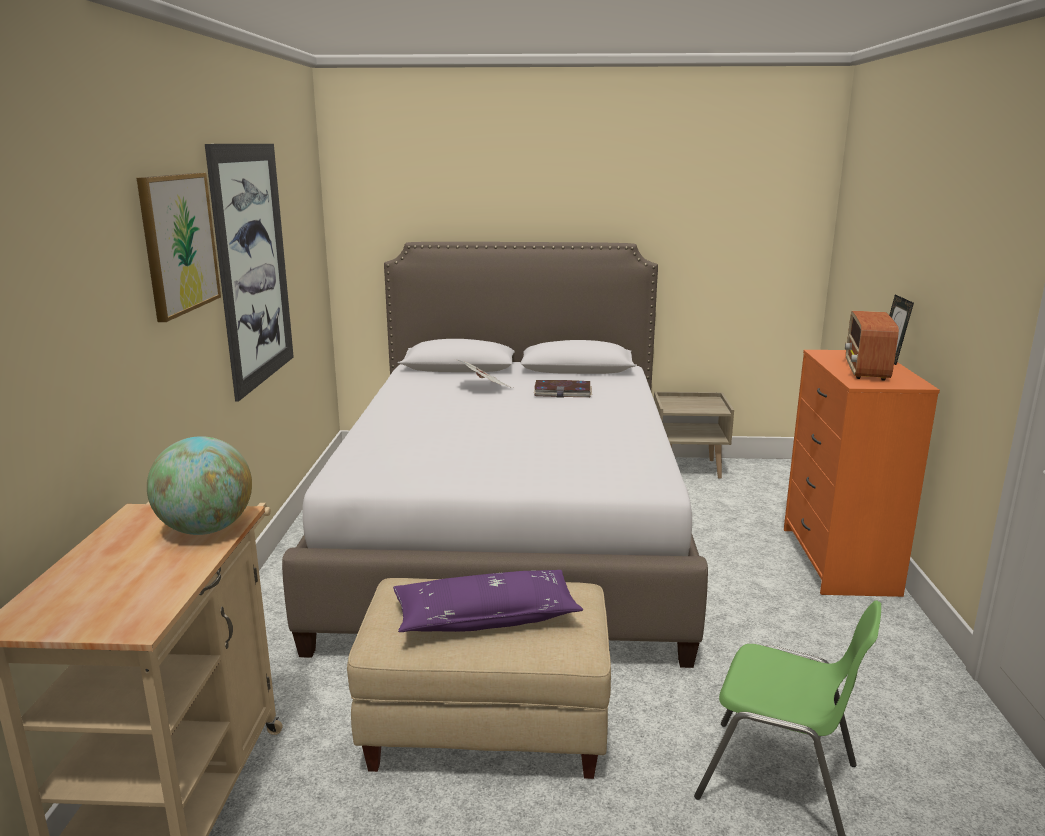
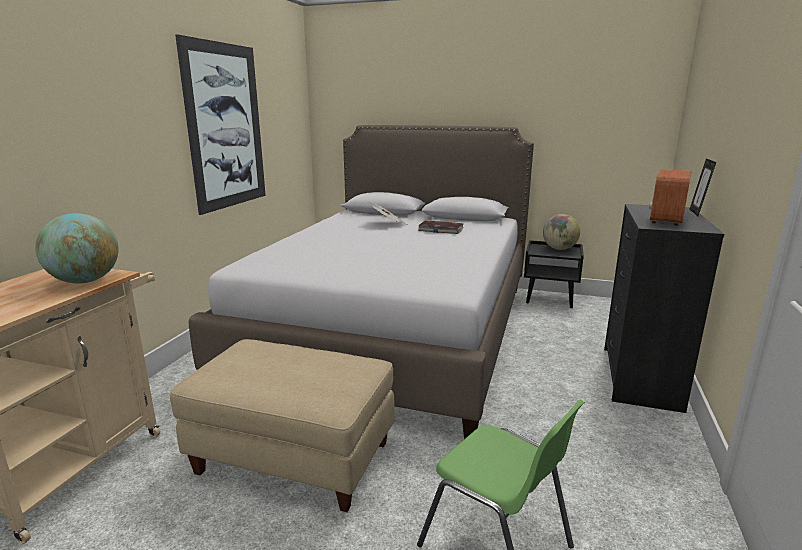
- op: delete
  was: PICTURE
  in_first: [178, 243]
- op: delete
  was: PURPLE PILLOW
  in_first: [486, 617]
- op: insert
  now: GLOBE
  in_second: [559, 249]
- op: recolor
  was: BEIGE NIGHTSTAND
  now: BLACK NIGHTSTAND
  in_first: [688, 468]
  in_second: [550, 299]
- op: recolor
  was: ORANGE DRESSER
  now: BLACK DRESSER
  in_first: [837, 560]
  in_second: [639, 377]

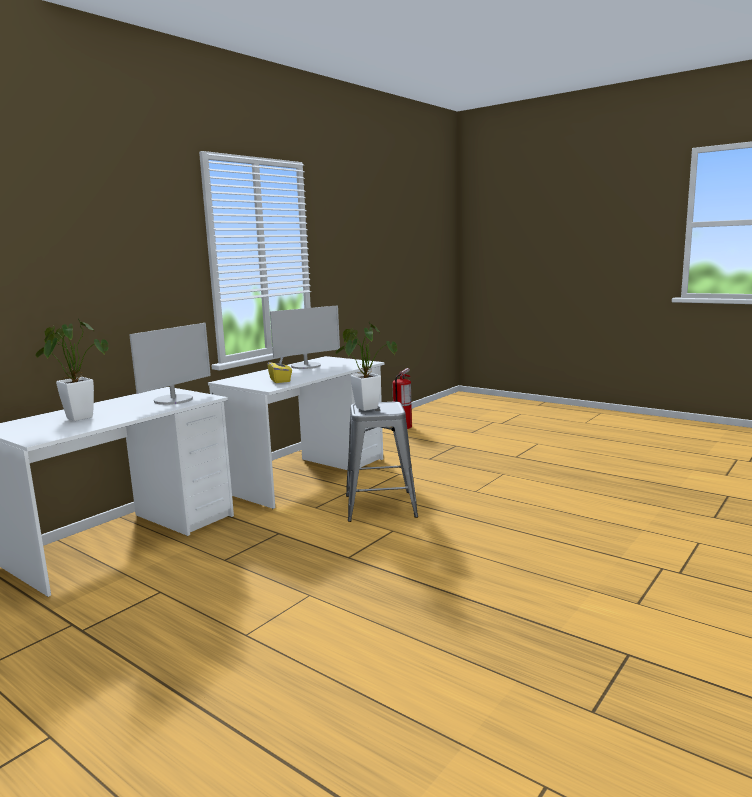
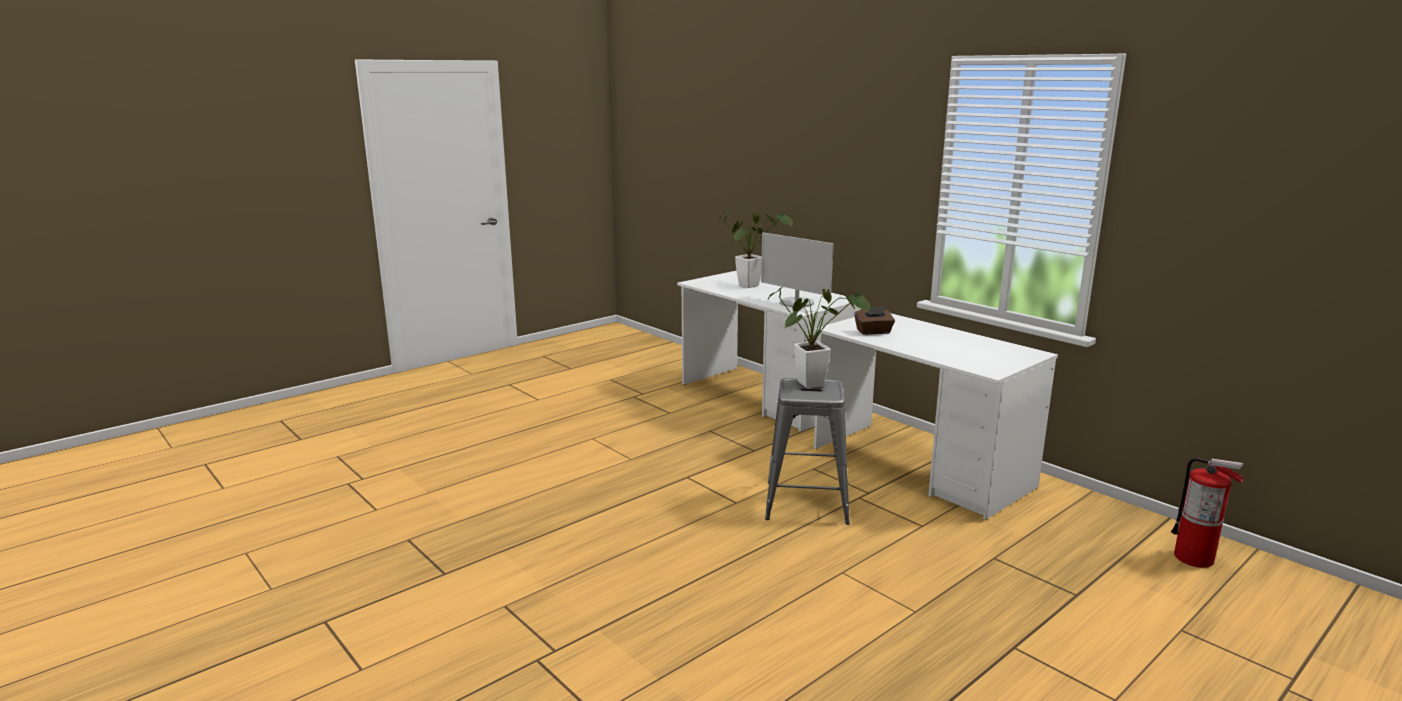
- op: delete
  was: MONITOR
  in_first: [306, 366]
- op: recolor
  was: YELLOW TISSUE BOX
  now: BROWN TISSUE BOX
  in_first: [280, 380]
  in_second: [873, 332]

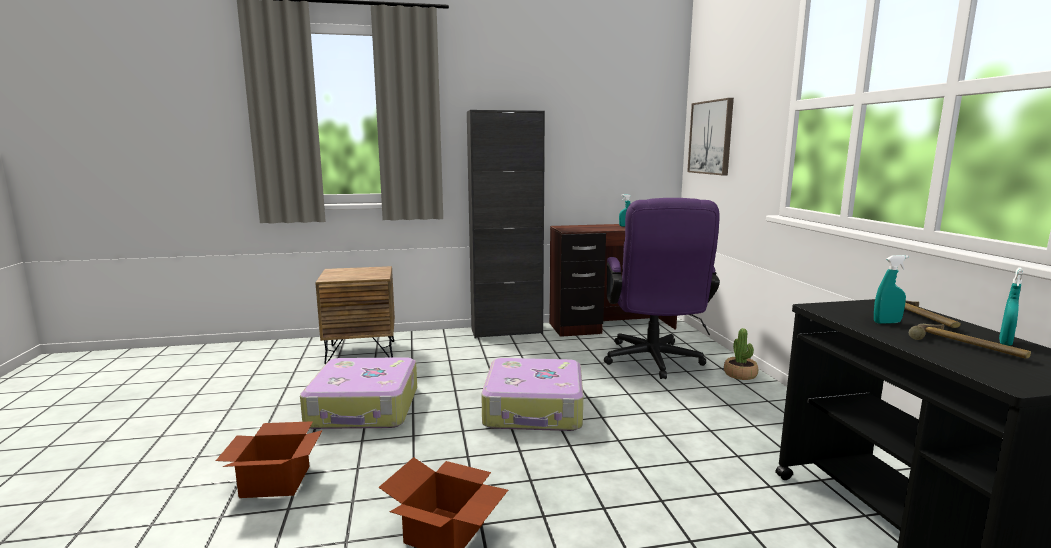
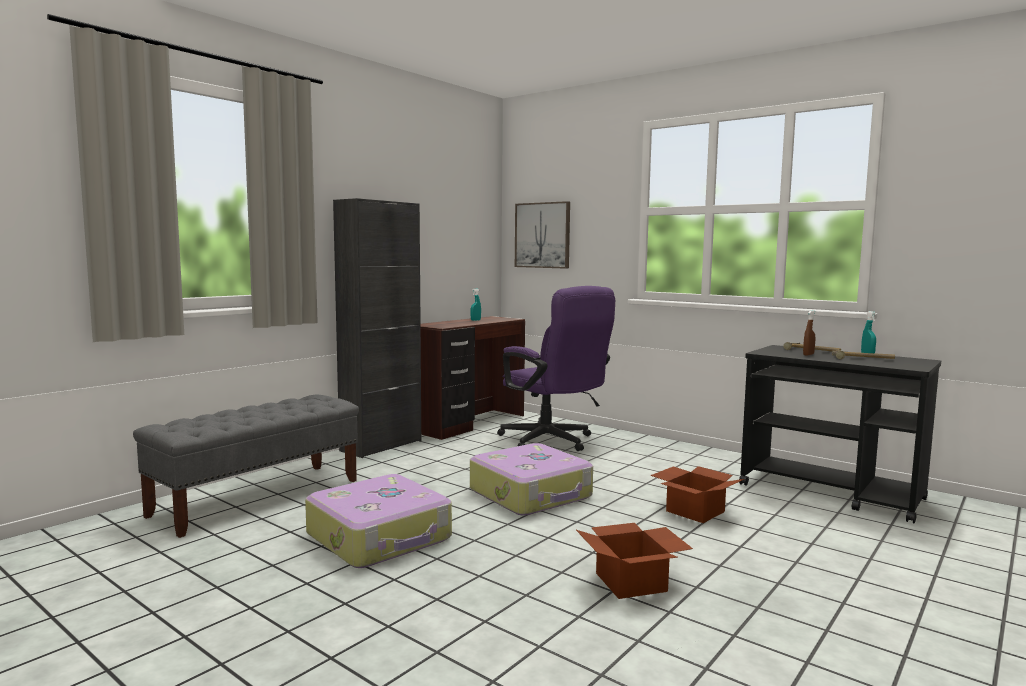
- op: delete
  was: POTTED PLANT
  in_first: [740, 374]
- op: move
  was: CARDBOARD BOX
  in_first: [277, 480]
  in_second: [694, 511]
- op: replace
  was: BROWN NIGHTSTAND
  now: GREY BENCH
  in_first: [361, 352]
  in_second: [258, 497]
- op: recolor
  was: TURQUOISE SPRAY BOTTLE
  now: BROWN SPRAY BOTTLE
  in_first: [887, 322]
  in_second: [808, 354]

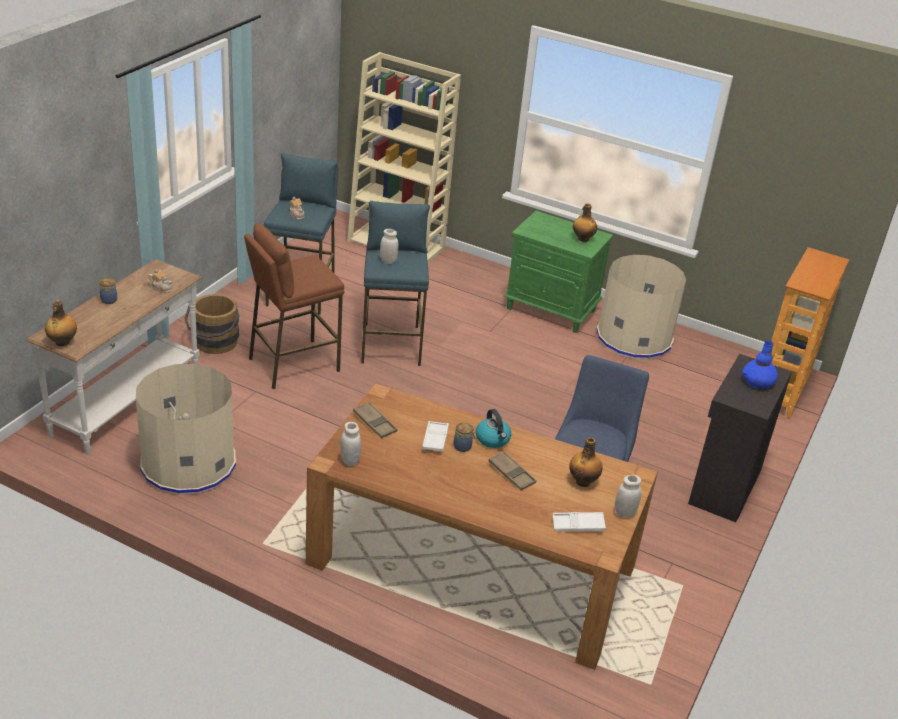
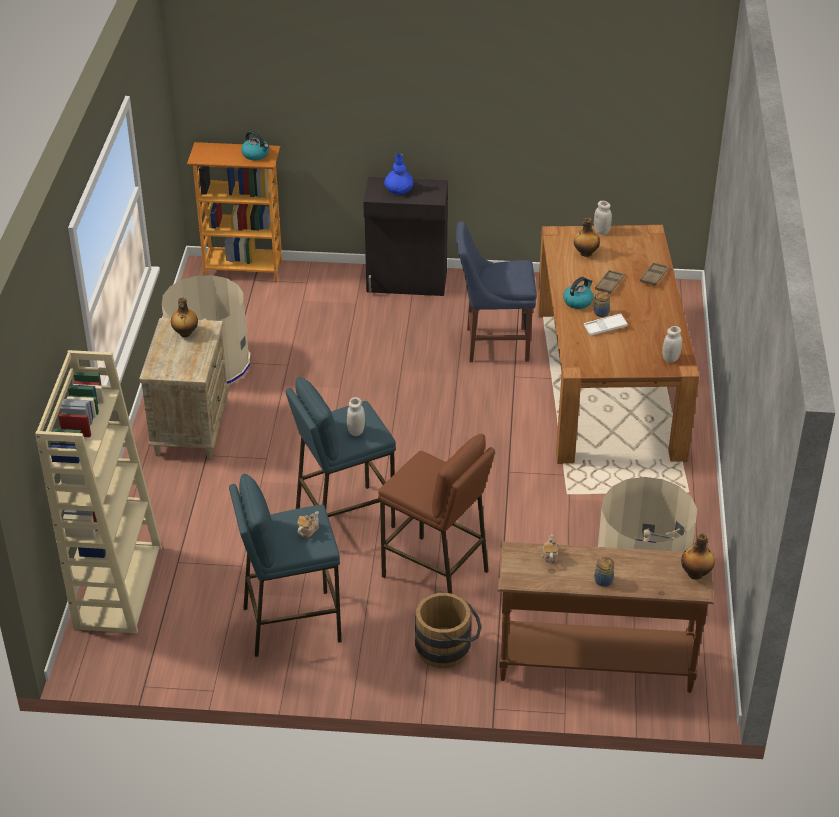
- op: delete
  was: WHITE TRAY
  in_first: [578, 525]
- op: insert
  now: KETTLE
  in_second: [256, 155]
- op: move
  was: BROWN TRAY
  in_first: [374, 423]
  in_second: [654, 276]
- op: recolor
  was: WHITE CONSOLE TABLE
  now: BROWN CONSOLE TABLE
  in_first: [128, 402]
  in_second: [595, 663]
- op: recolor
  was: GREEN NIGHTSTAND
  now: BEIGE NIGHTSTAND
  in_first: [552, 310]
  in_second: [191, 427]

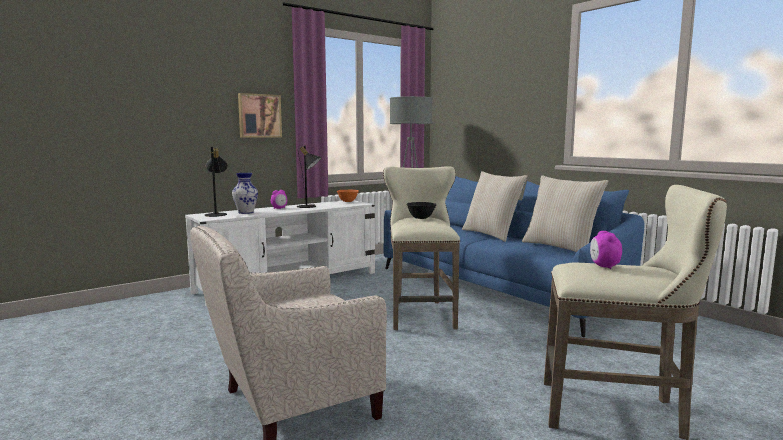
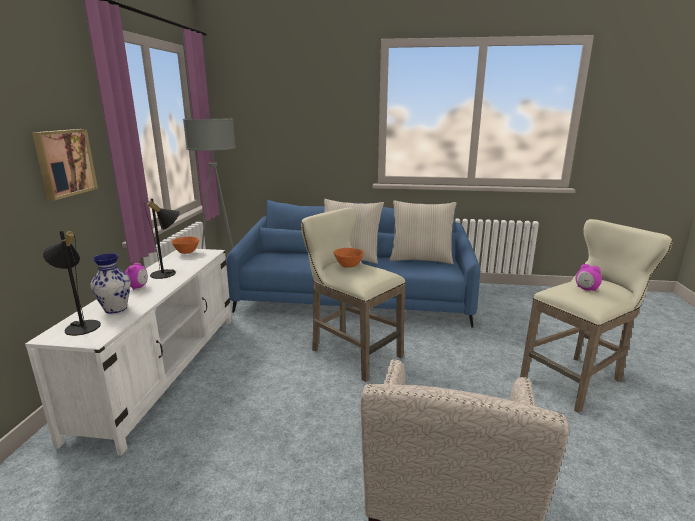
- op: recolor
  was: BLACK BOWL
  now: ORANGE BOWL
  in_first: [421, 218]
  in_second: [348, 266]

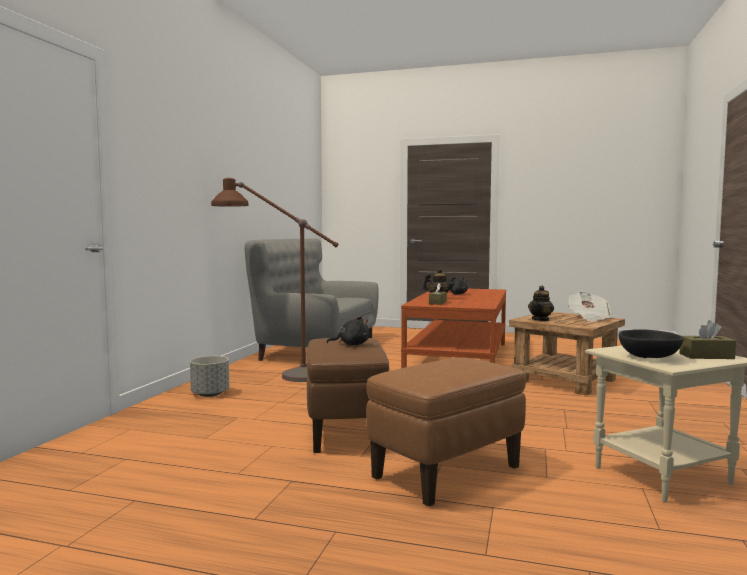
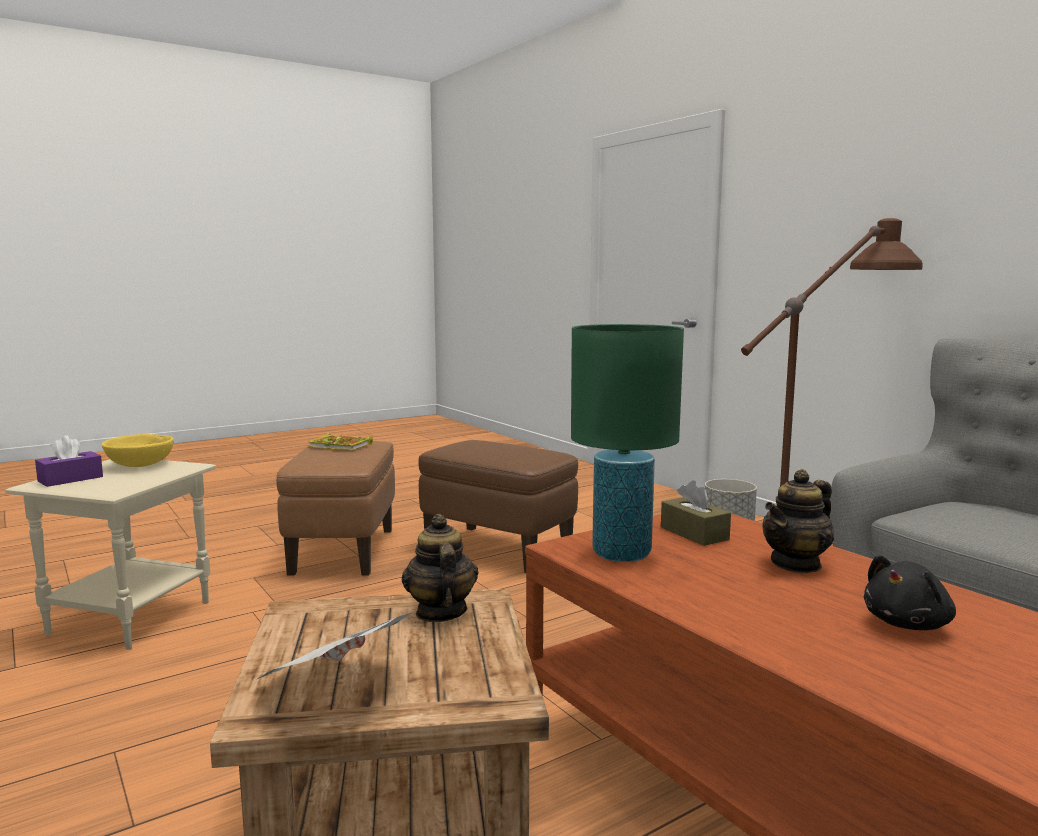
- op: delete
  was: BLACK PLUSH TOY
  in_first: [351, 344]
- op: insert
  now: BOOK
  in_second: [342, 446]
- op: insert
  now: GREEN TABLE LAMP
  in_second: [621, 554]
- op: recolor
  was: BLACK BOWL
  now: YELLOW BOWL
  in_first: [648, 357]
  in_second: [141, 465]
- op: recolor
  was: BROWN TISSUE BOX
  now: PURPLE TISSUE BOX
  in_first: [706, 356]
  in_second: [70, 479]

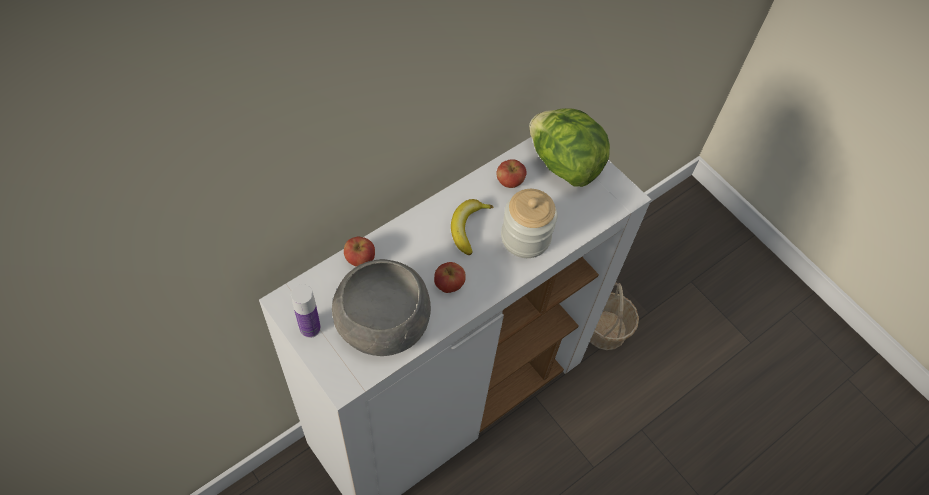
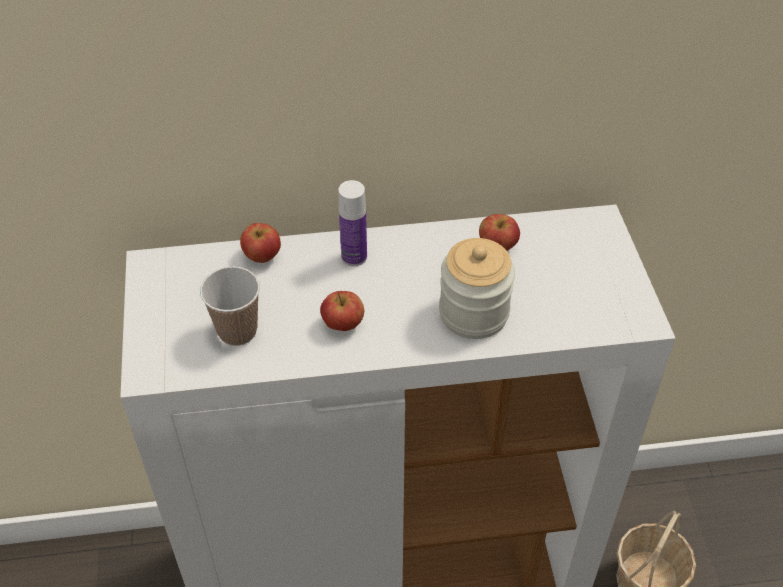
- op: delete
  was: BANANA
  in_first: [468, 227]
- op: delete
  was: LETTUCE
  in_first: [563, 163]
- op: move
  was: BOTTLE
  in_first: [310, 328]
  in_second: [354, 256]
- op: replace
  was: GREY BOWL
  now: CUP
  in_first: [383, 323]
  in_second: [237, 331]

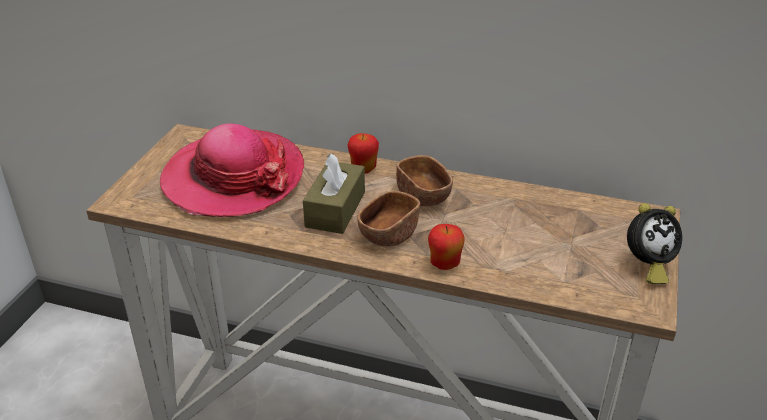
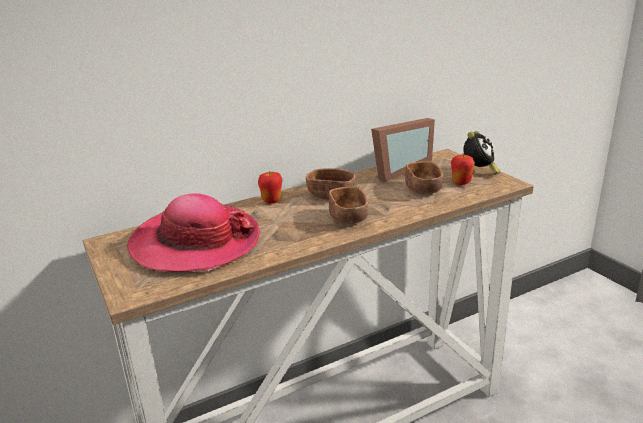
- op: delete
  was: BROWN TISSUE BOX
  in_first: [335, 209]
- op: insert
  now: PICTURE FRAME
  in_second: [397, 169]
- op: insert
  now: BROWN BOWL
  in_second: [423, 189]
- op: move
  was: APPLE
  in_first: [444, 264]
  in_second: [461, 182]

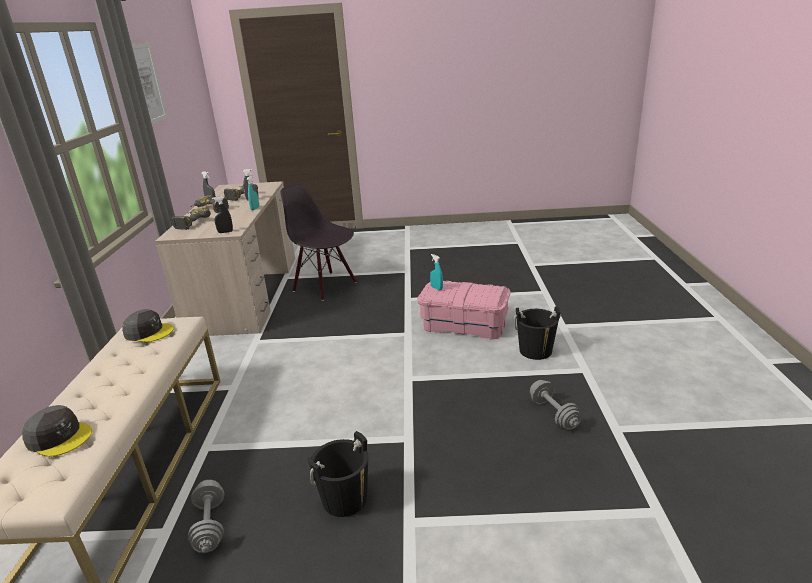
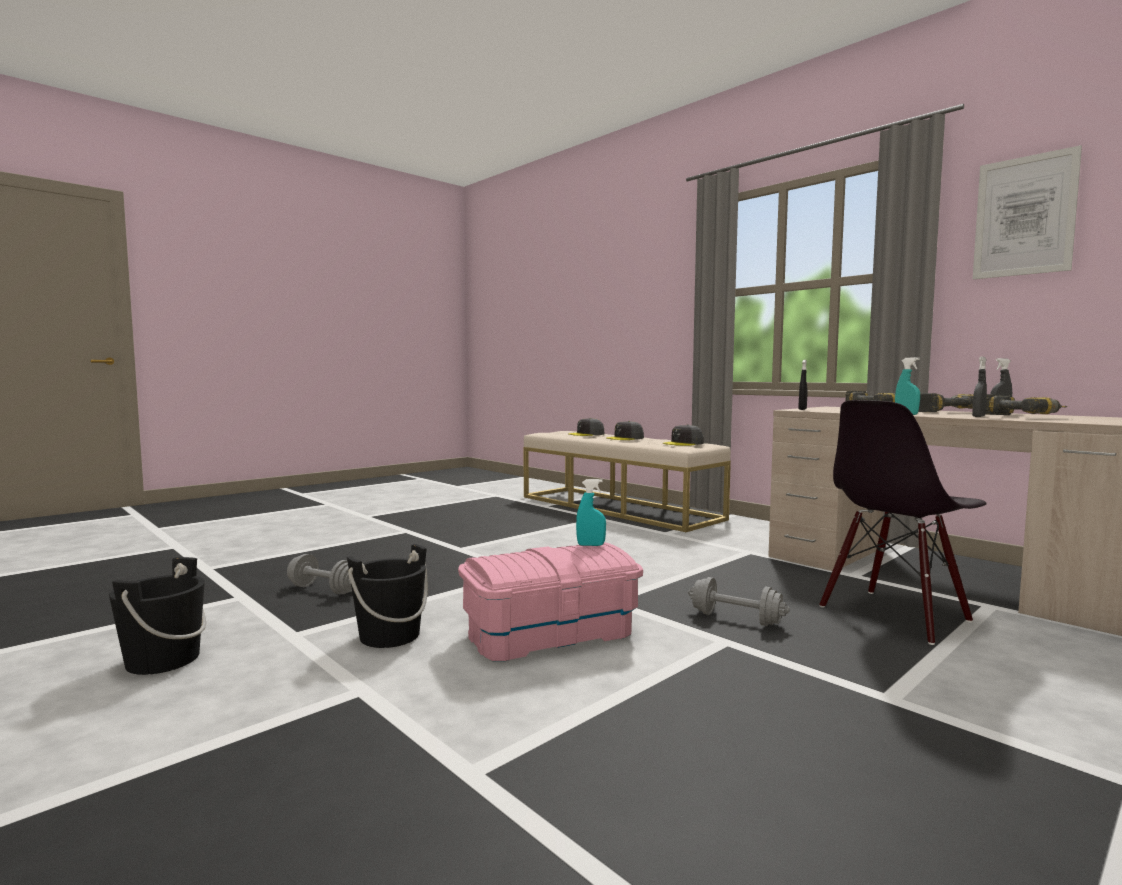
- op: insert
  now: GREY CAP
  in_second: [625, 438]
- op: move
  was: GREY DUMBBELL
  in_first: [210, 526]
  in_second: [736, 618]
- op: move
  was: BLACK BUCKET
  in_first: [345, 499]
  in_second: [163, 660]
- op: rotate
  was: BLACK CHAIR
  in_first: [325, 286]
  in_second: [895, 615]
  clockwise: 150

